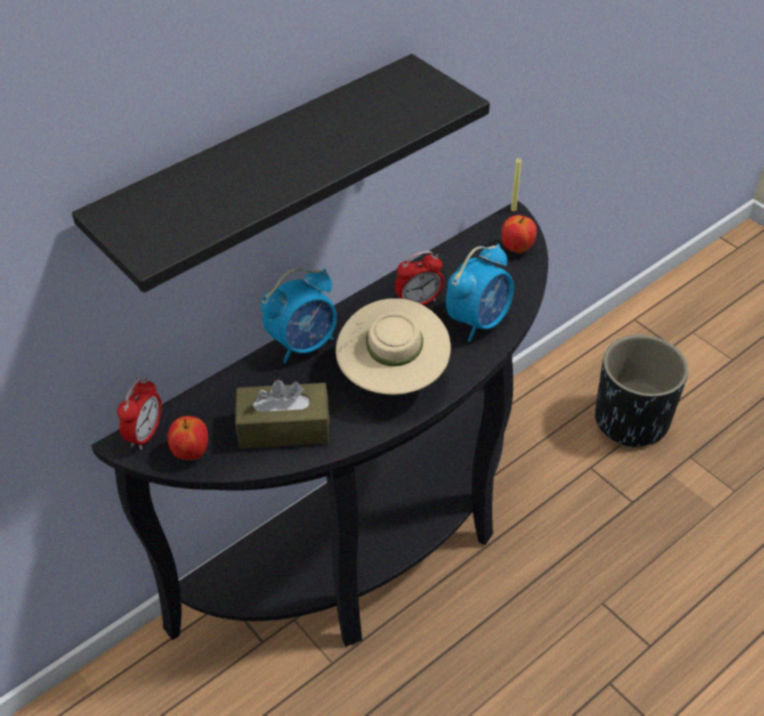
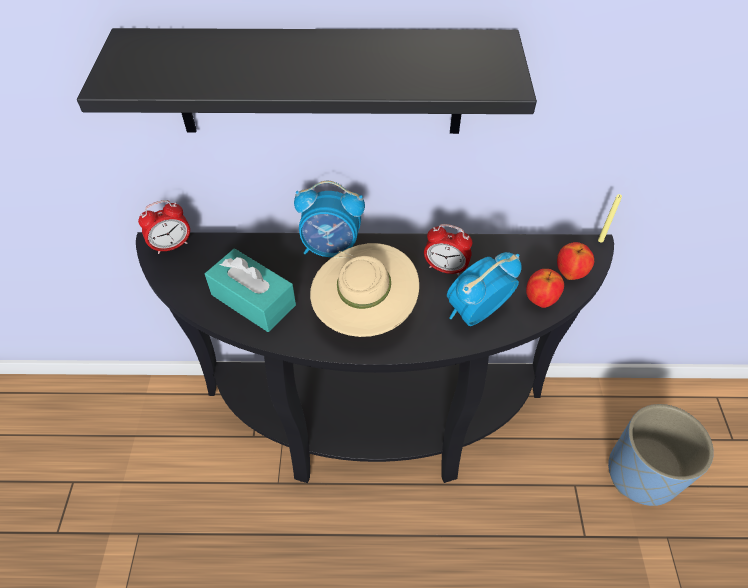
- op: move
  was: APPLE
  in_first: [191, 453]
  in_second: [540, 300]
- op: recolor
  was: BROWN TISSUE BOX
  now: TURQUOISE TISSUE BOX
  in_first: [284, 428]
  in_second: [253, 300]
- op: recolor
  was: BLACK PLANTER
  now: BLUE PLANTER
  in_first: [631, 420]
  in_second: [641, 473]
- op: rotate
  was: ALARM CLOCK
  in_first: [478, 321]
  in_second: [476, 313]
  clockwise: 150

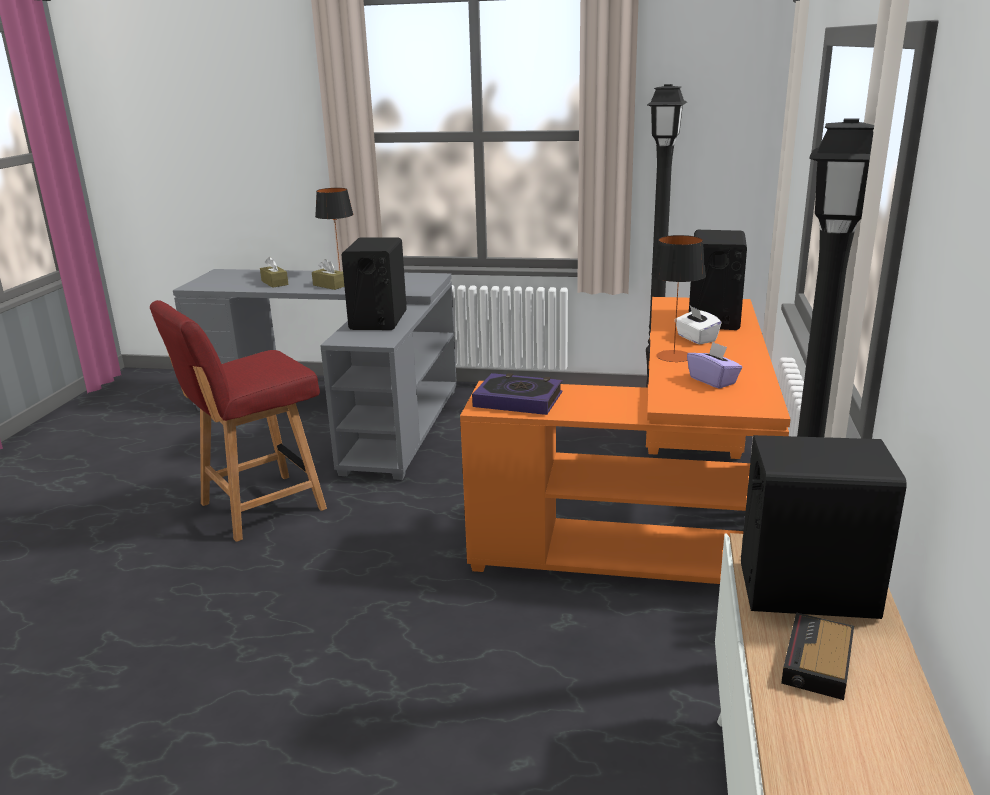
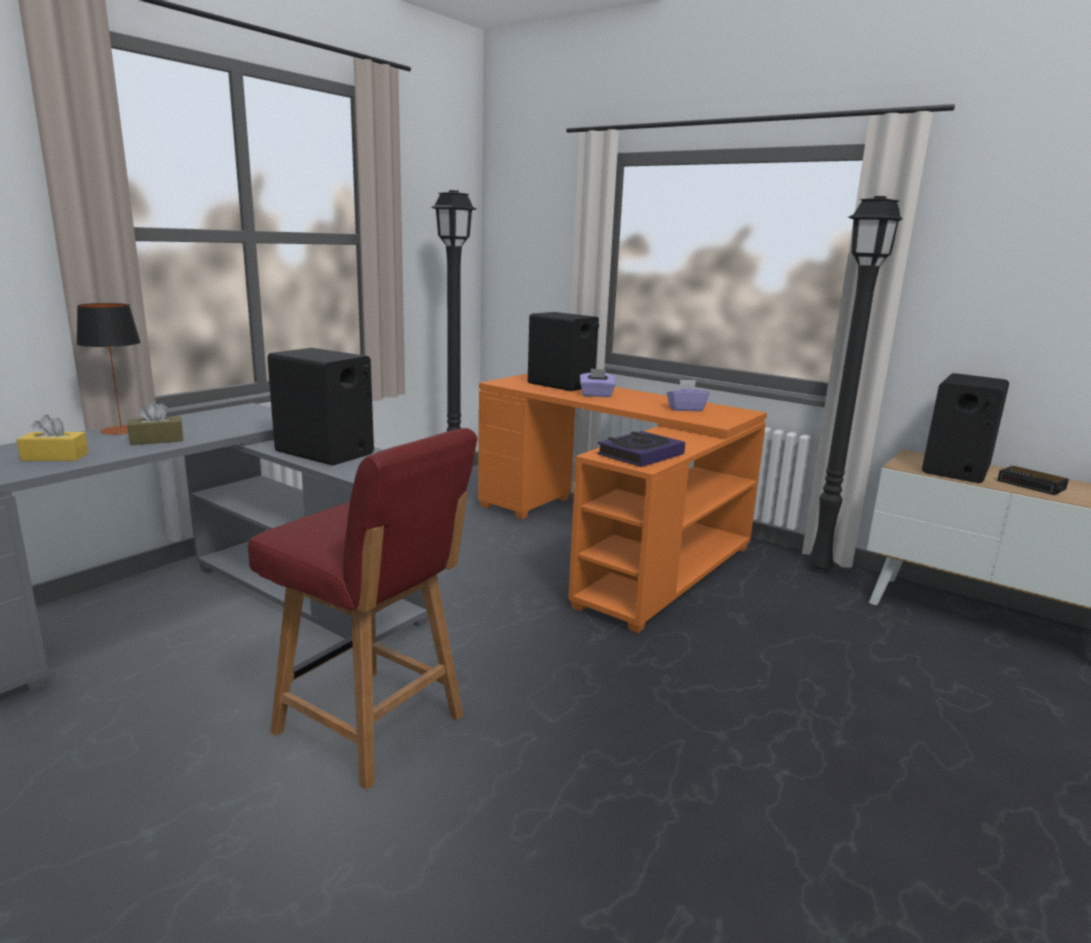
- op: delete
  was: TABLE LAMP
  in_first: [673, 356]
- op: recolor
  was: BROWN TISSUE BOX
  now: YELLOW TISSUE BOX
  in_first: [274, 283]
  in_second: [55, 457]
- op: recolor
  was: WHITE TISSUE BOX
  now: PURPLE TISSUE BOX
  in_first: [696, 338]
  in_second: [596, 395]
- op: rotate
  was: RED CHAIR
  in_first: [259, 507]
  in_second: [372, 726]
  clockwise: -45

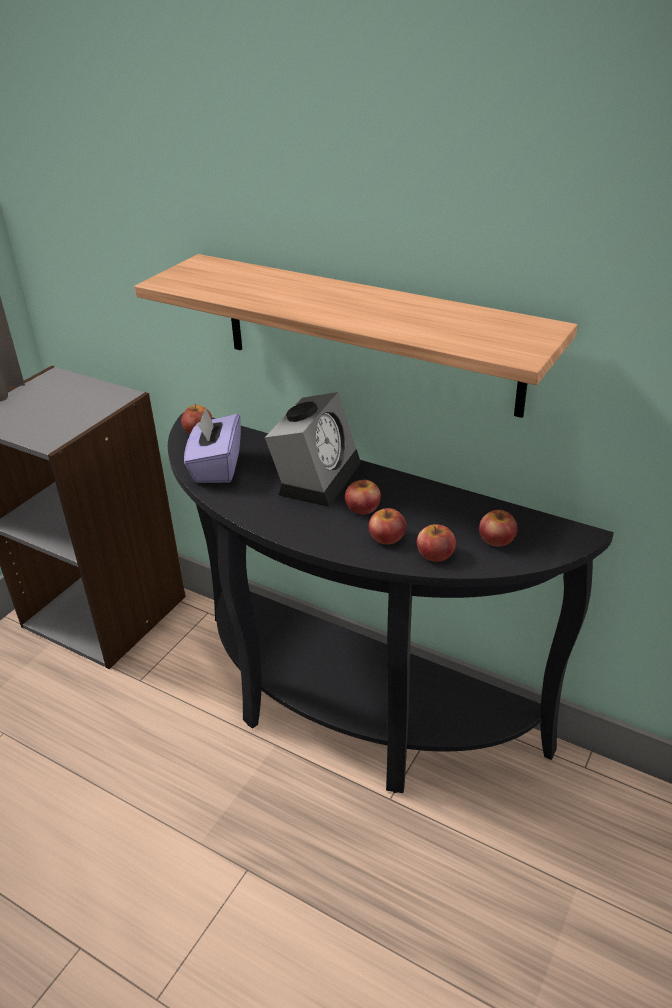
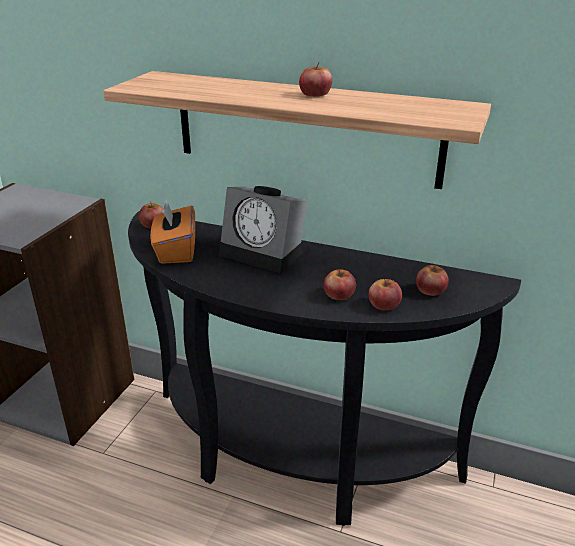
- op: move
  was: APPLE
  in_first: [362, 507]
  in_second: [315, 94]
- op: recolor
  was: PURPLE TISSUE BOX
  now: ORANGE TISSUE BOX
  in_first: [216, 467]
  in_second: [176, 251]
- op: rotate
  was: ALARM CLOCK
  in_first: [317, 476]
  in_second: [265, 253]
  clockwise: 105

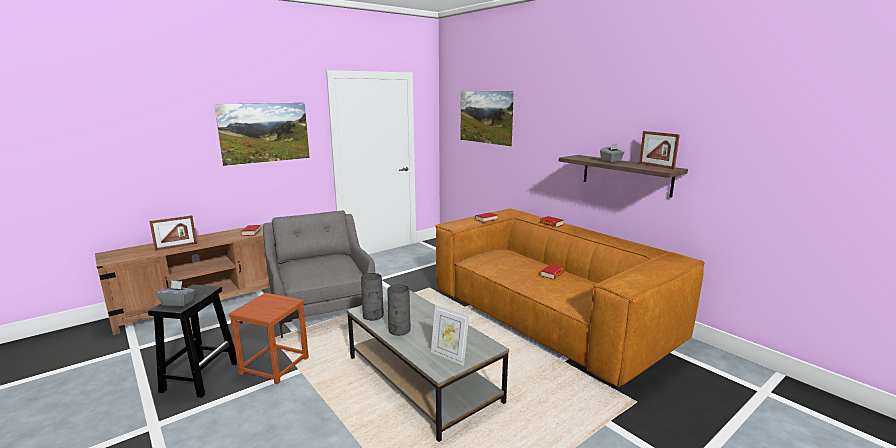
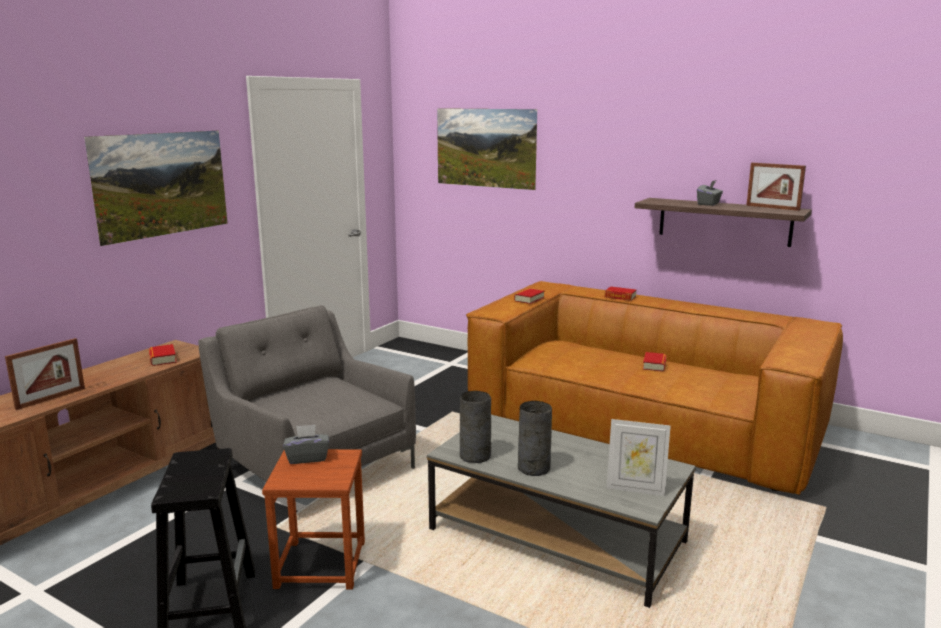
- op: move
  was: GREY TISSUE BOX
  in_first: [178, 303]
  in_second: [307, 458]

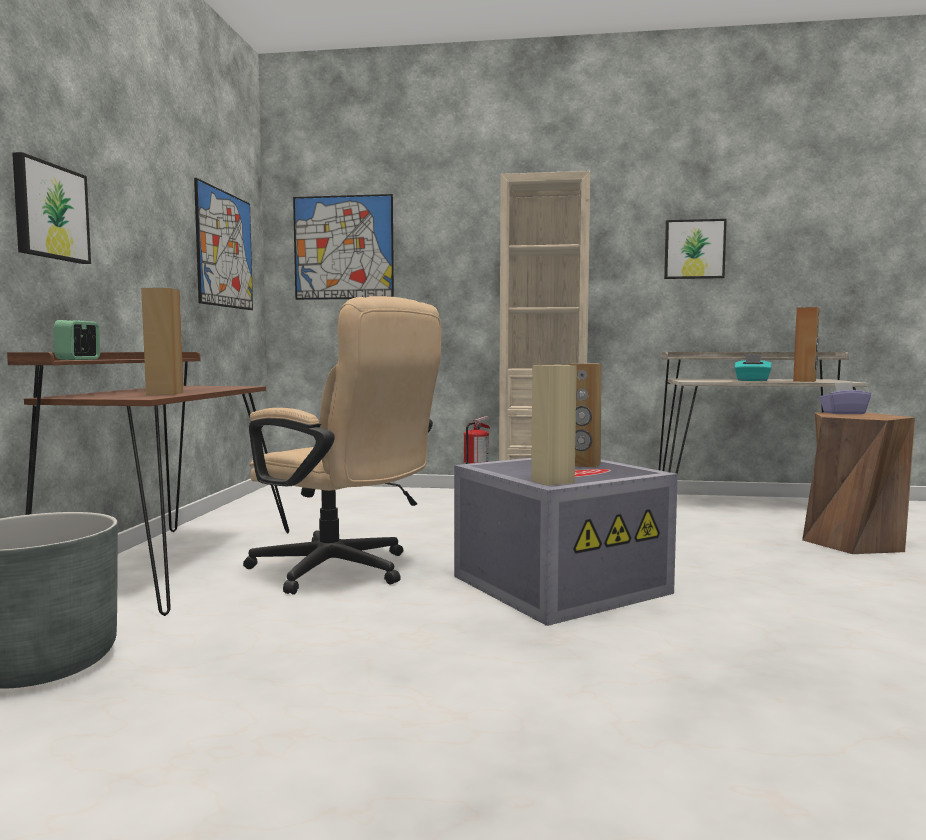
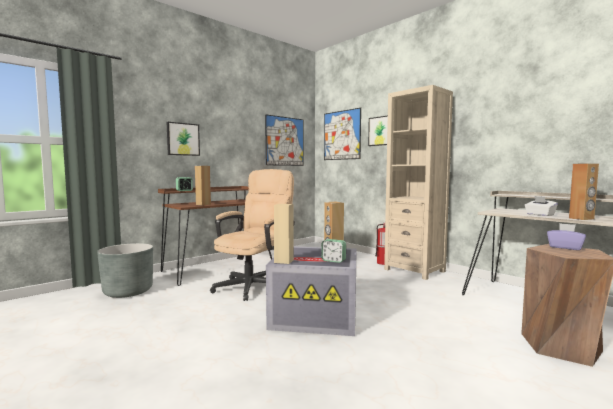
- op: insert
  now: ALARM CLOCK
  in_second: [333, 260]
- op: move
  was: PICTURE
  in_first: [694, 249]
  in_second: [381, 131]
- op: recolor
  was: TURQUOISE TISSUE BOX
  now: WHITE TISSUE BOX
  in_first: [752, 380]
  in_second: [539, 215]
- op: rotate
  was: BEIGE OFFICE CHAIR
  in_first: [343, 571]
  in_second: [254, 285]
  clockwise: -135

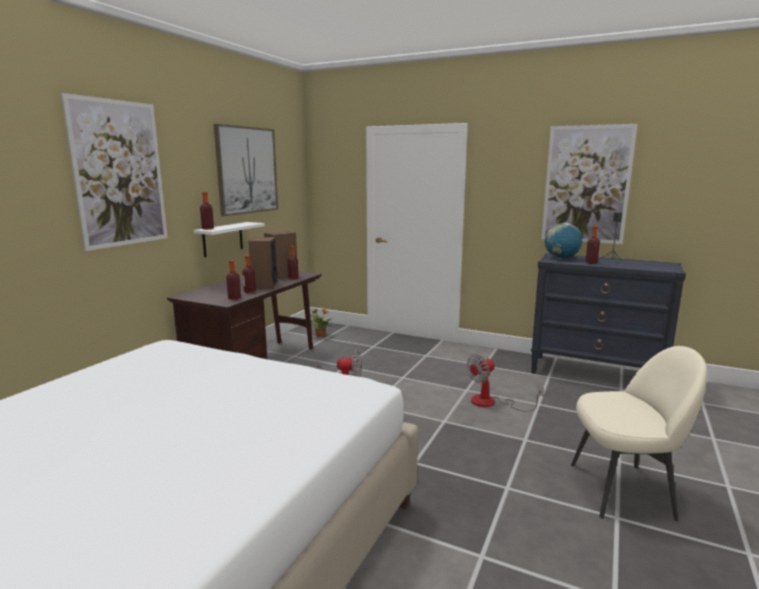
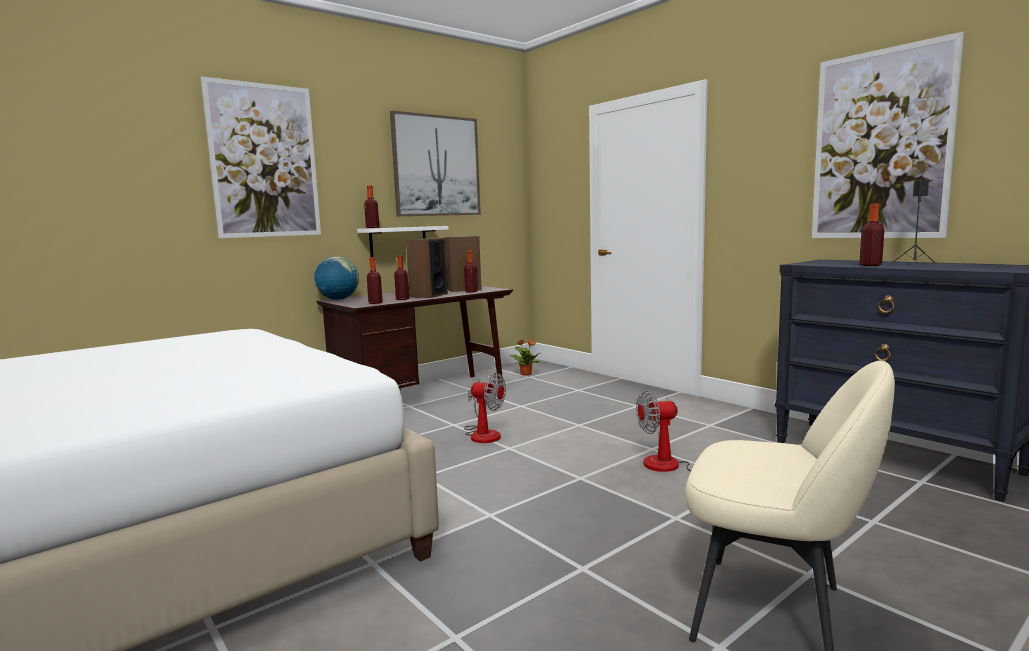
- op: move
  was: GLOBE
  in_first: [561, 258]
  in_second: [338, 300]

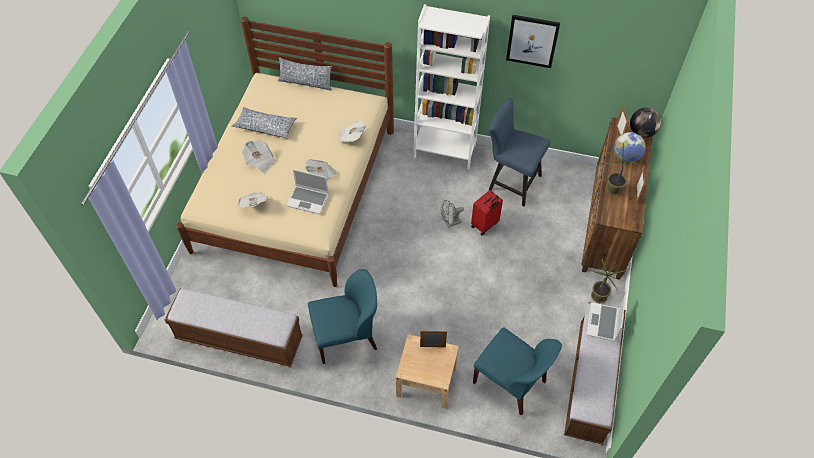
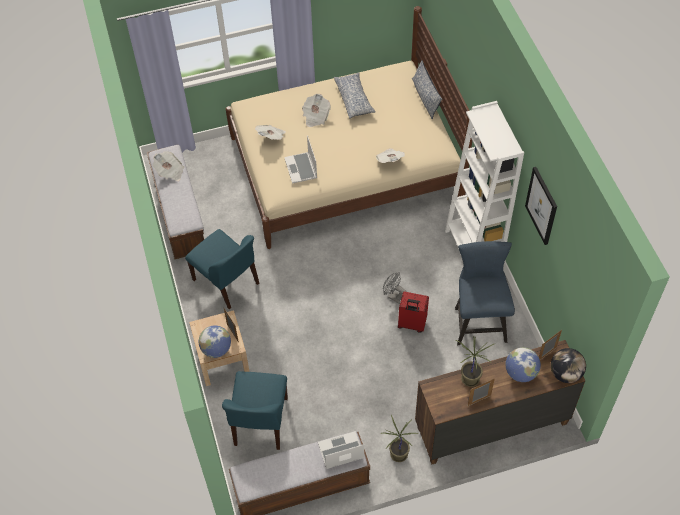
- op: insert
  now: GLOBE
  in_second: [216, 349]
- op: move
  was: NEWSPAPER
  in_first: [322, 174]
  in_second: [170, 172]

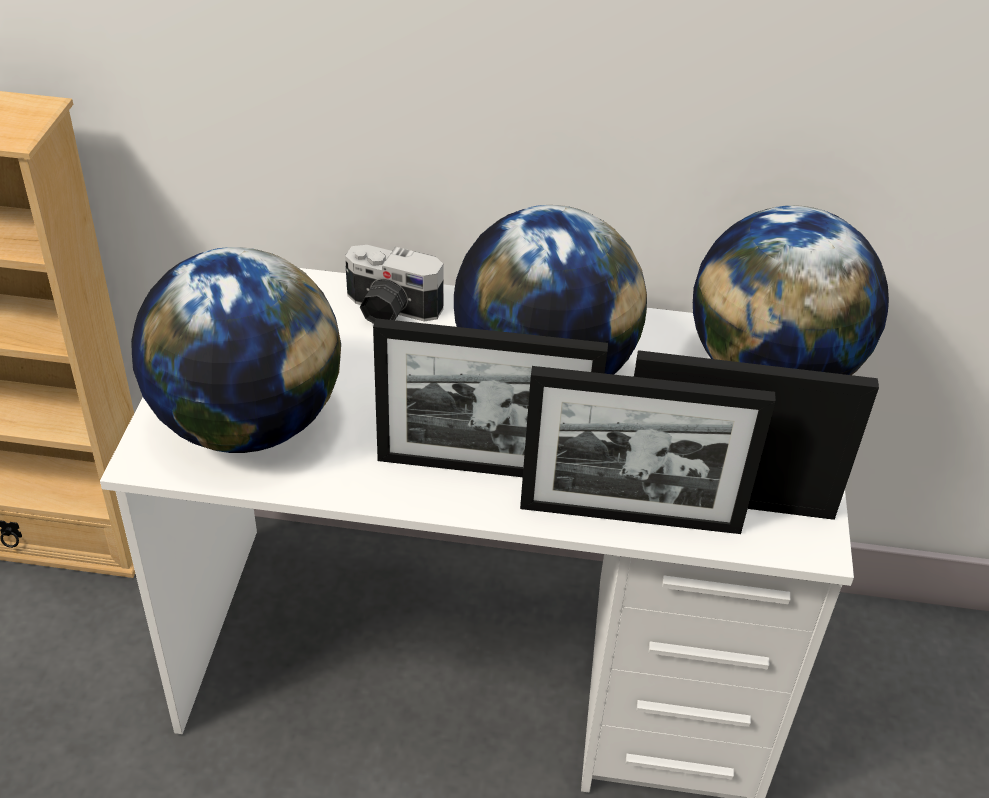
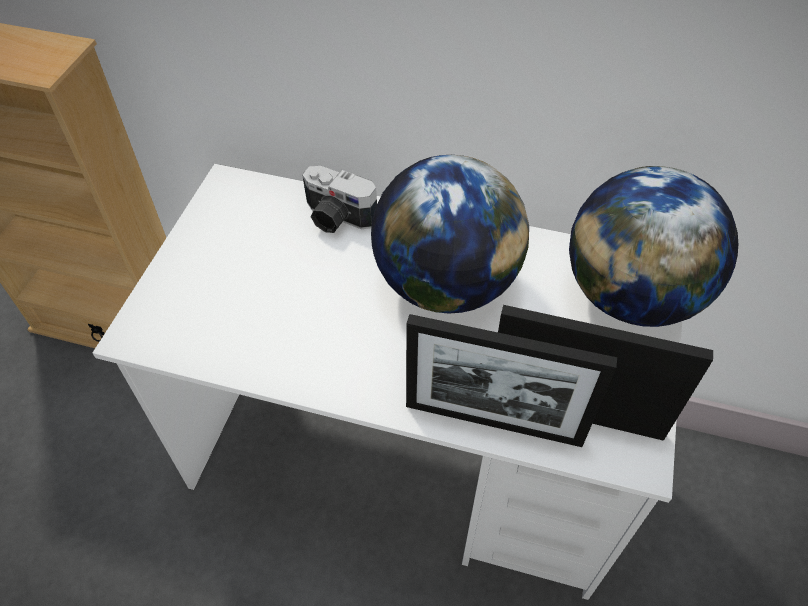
- op: delete
  was: GLOBE
  in_first: [247, 424]
- op: delete
  was: PICTURE FRAME
  in_first: [483, 468]

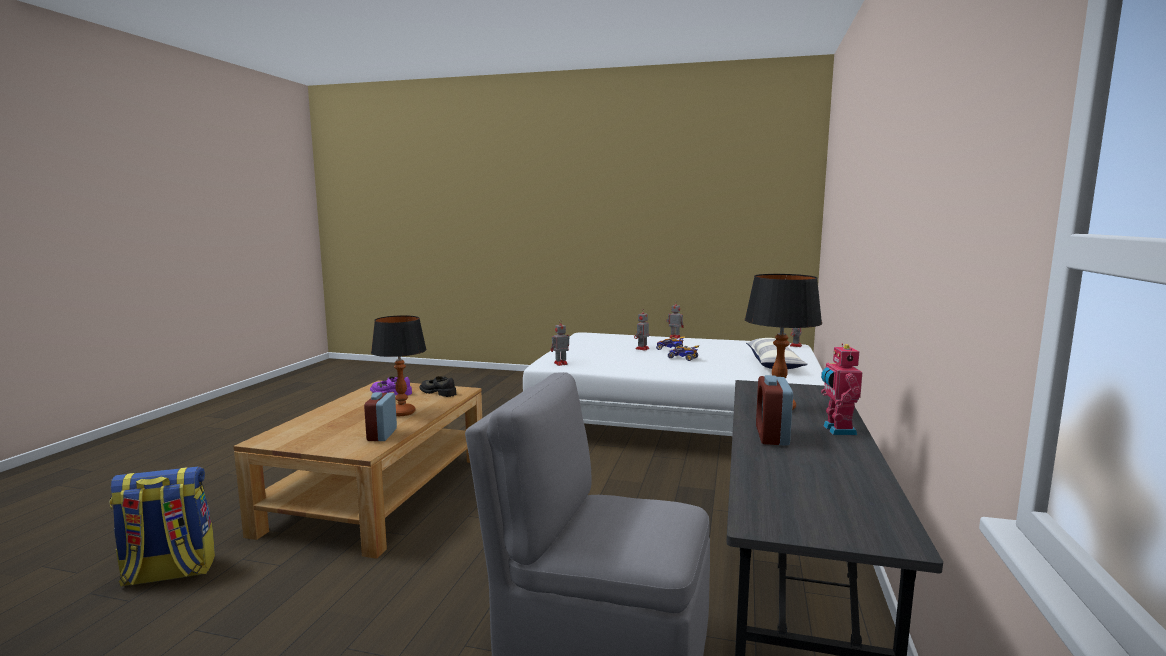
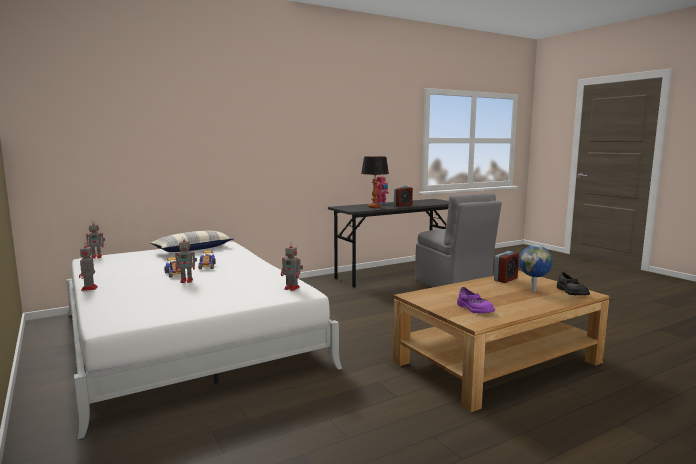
- op: delete
  was: BACKPACK
  in_first: [168, 573]
- op: delete
  was: TABLE LAMP
  in_first: [402, 413]
- op: insert
  now: GLOBE
  in_second: [533, 290]
- op: move
  was: BLACK SHOE
  in_first: [438, 392]
  in_second: [571, 292]

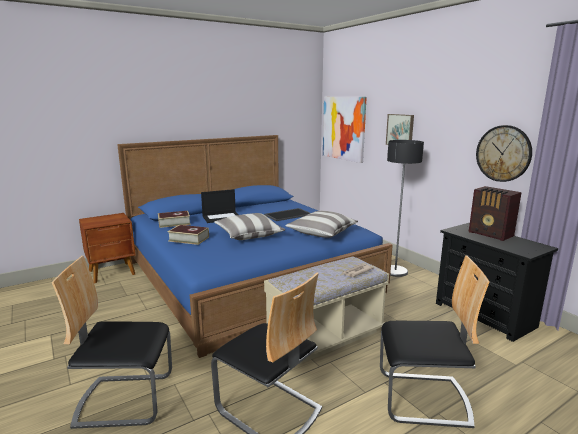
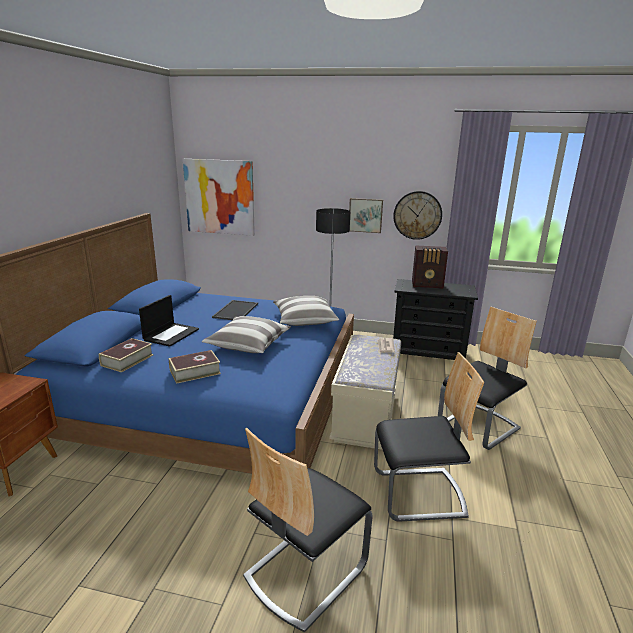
- op: move
  was: PICTURE
  in_first: [400, 130]
  in_second: [365, 215]

